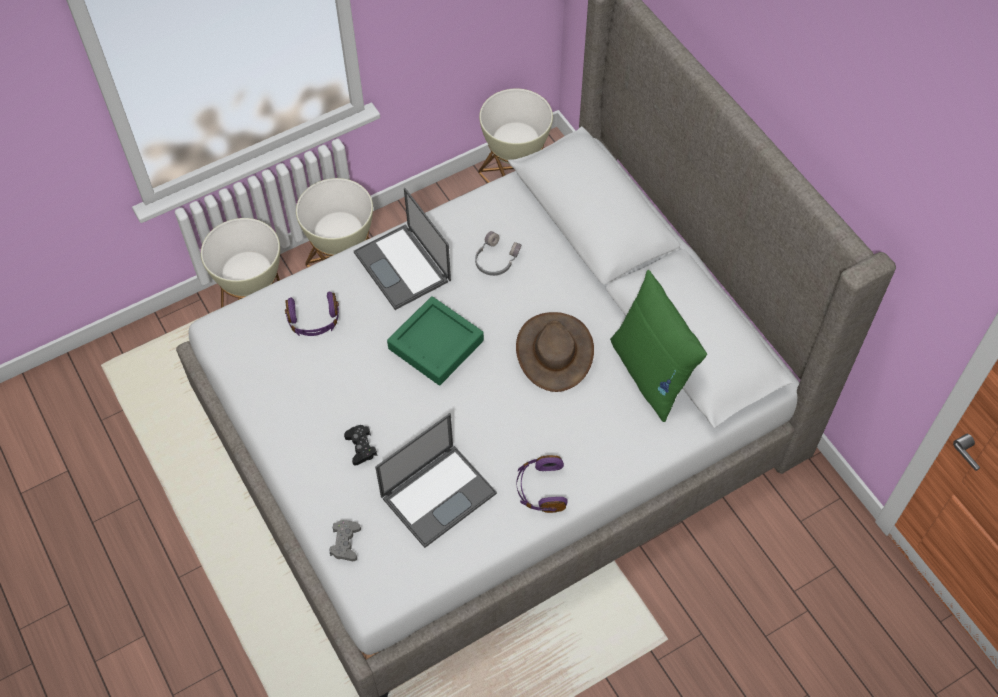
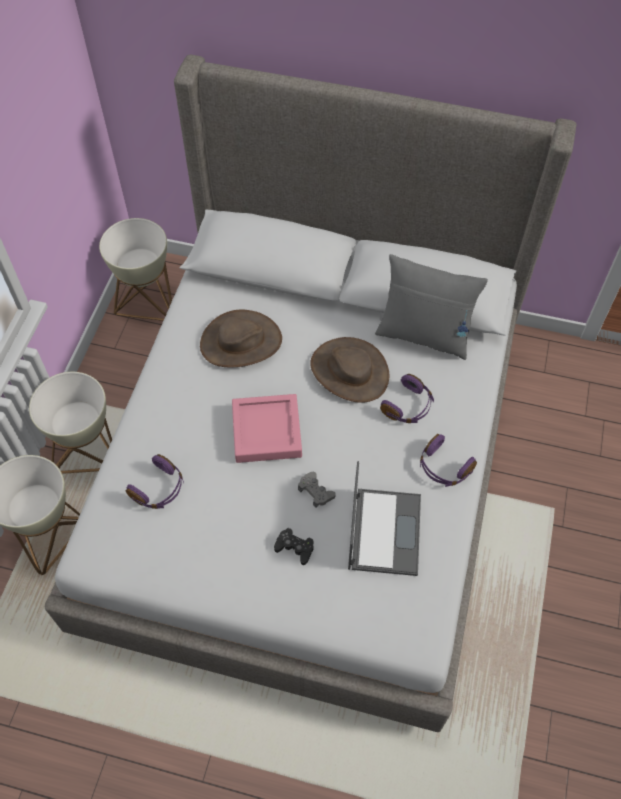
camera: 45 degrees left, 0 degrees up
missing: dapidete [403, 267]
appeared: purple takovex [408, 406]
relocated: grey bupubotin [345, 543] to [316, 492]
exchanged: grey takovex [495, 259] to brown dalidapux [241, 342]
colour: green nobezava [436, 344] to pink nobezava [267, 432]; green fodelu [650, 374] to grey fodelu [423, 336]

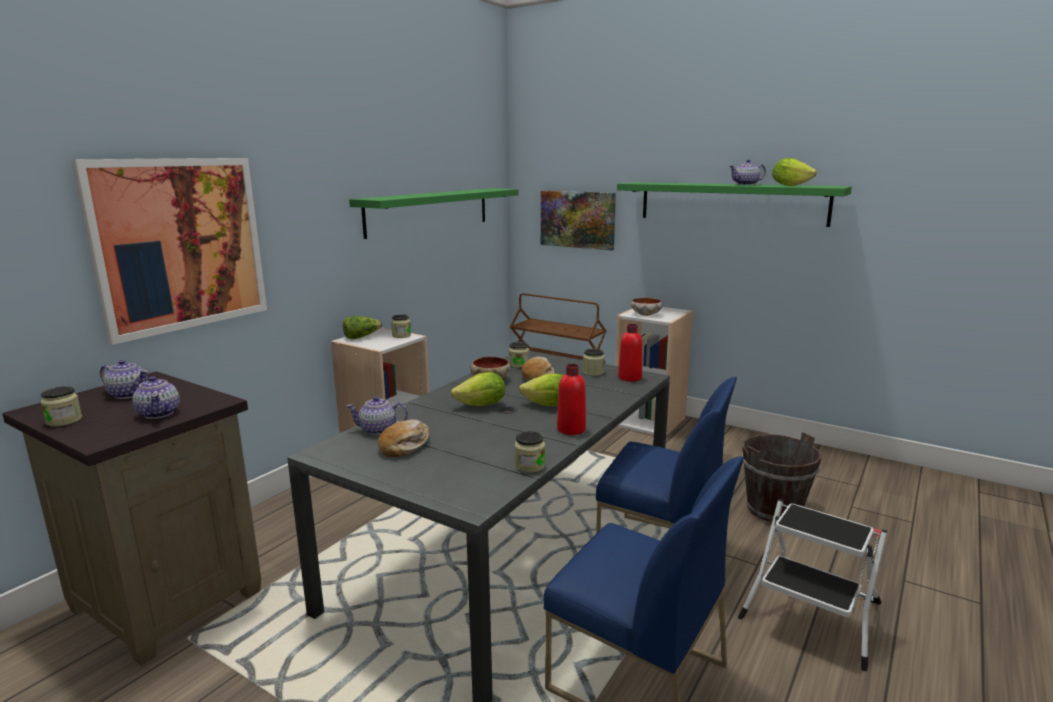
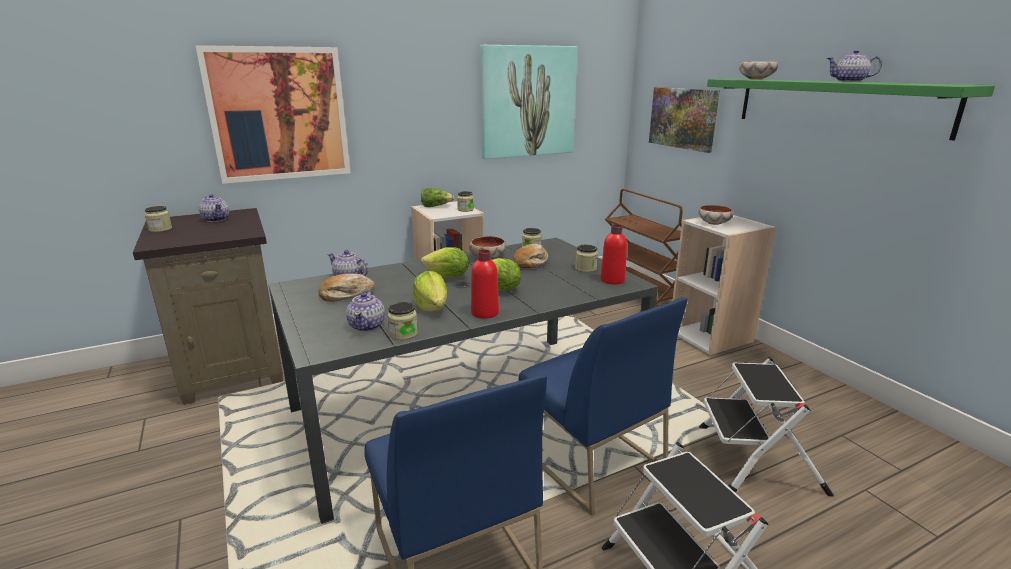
camera: 30 degrees right, 5 degrees up
appeared: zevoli [756, 79]
relocated: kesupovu [159, 413] to [367, 326]; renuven [790, 185] to [432, 307]
exchanged: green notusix [429, 211] to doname [527, 102]; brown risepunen [774, 510] to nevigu [757, 460]

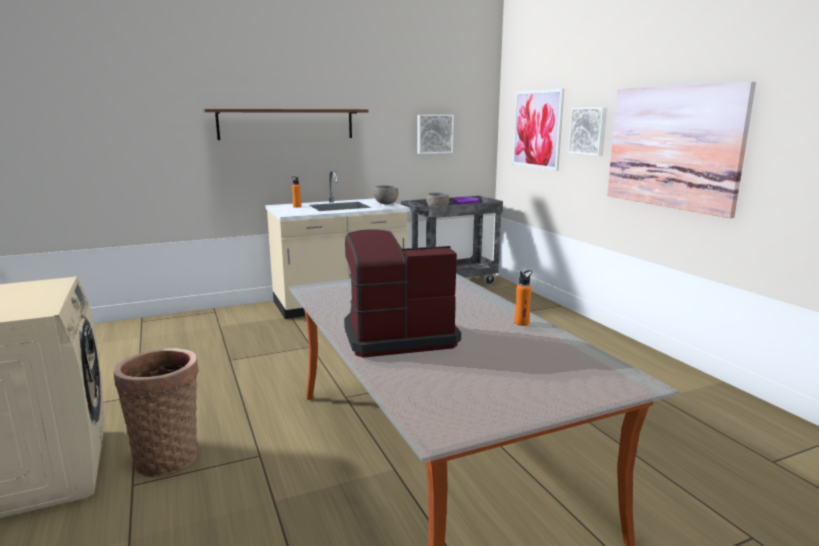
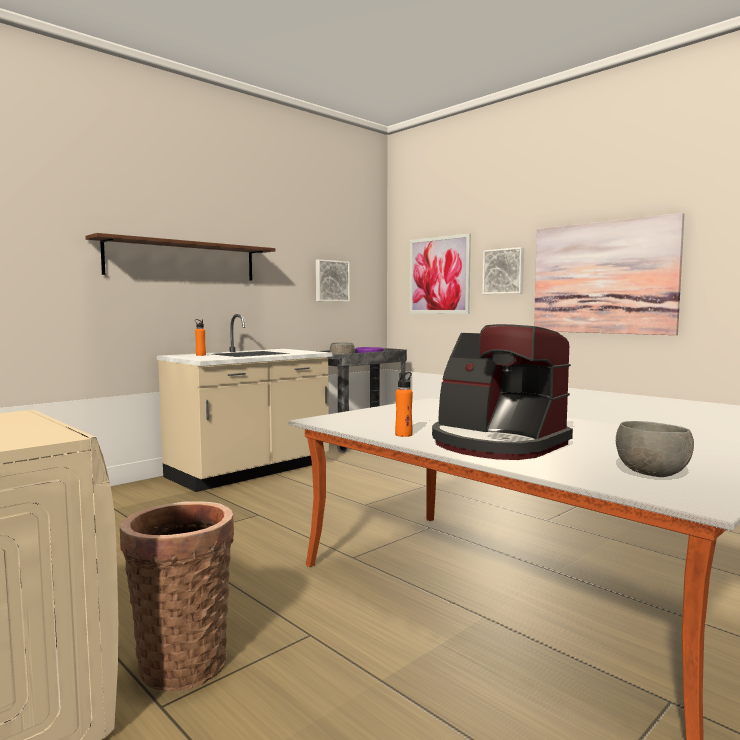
camera: 20 degrees left, 10 degrees down
relocated: grey zevoli [386, 204] to [653, 474]; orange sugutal [522, 323] to [403, 435]
spun: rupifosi [397, 336] = [496, 444] 105 degrees counterclockwise

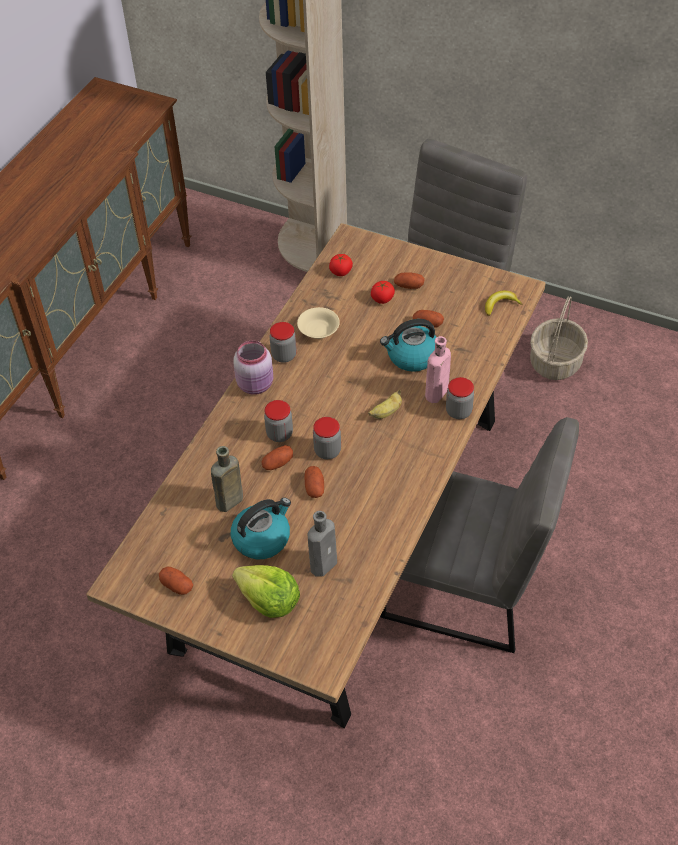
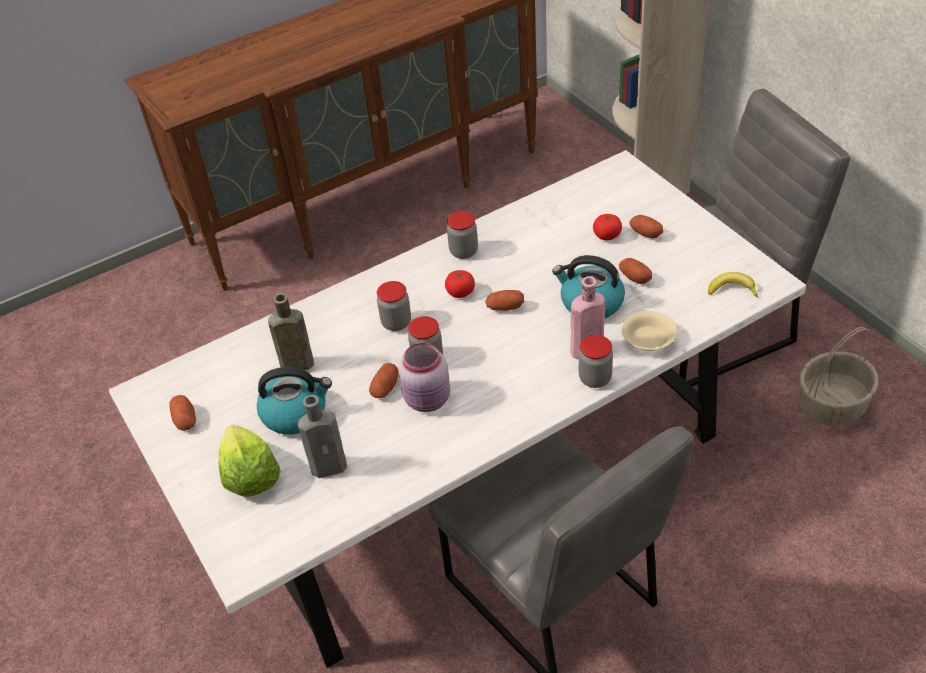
camera: 35 degrees right, 5 degrees down
missing: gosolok [386, 413]
relocated: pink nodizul [256, 385] to [428, 400]; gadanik [277, 463] to [505, 307]; beige zevoli [319, 330] to [648, 340]; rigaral [341, 272] to [460, 292]
colour: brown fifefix [343, 529] to white fifefix [476, 471]

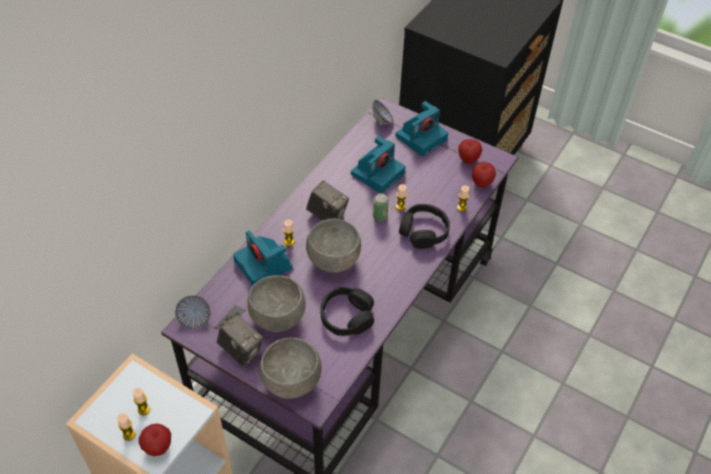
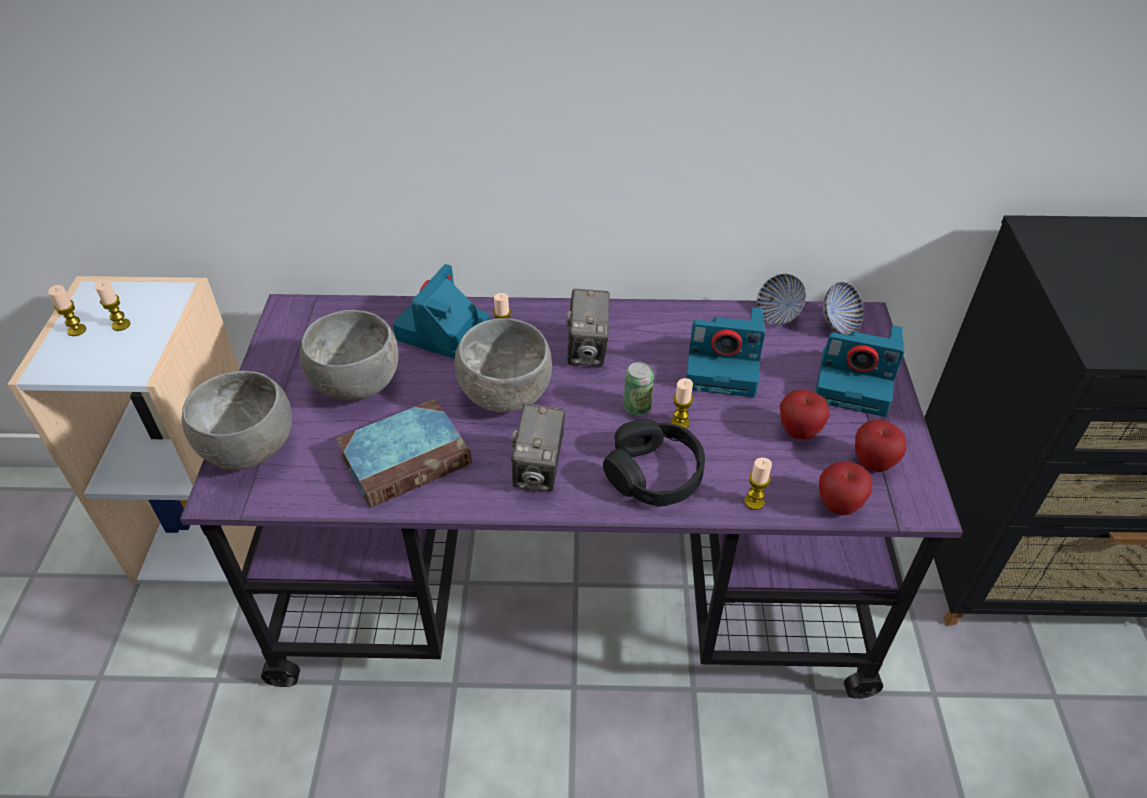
camera: 60 degrees right, 5 degrees down
relocated: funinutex [158, 448] to [798, 432]; zevoli [194, 319] to [778, 315]; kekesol [241, 350] to [539, 470]
exchanged: black takovex [347, 317] to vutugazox [407, 457]

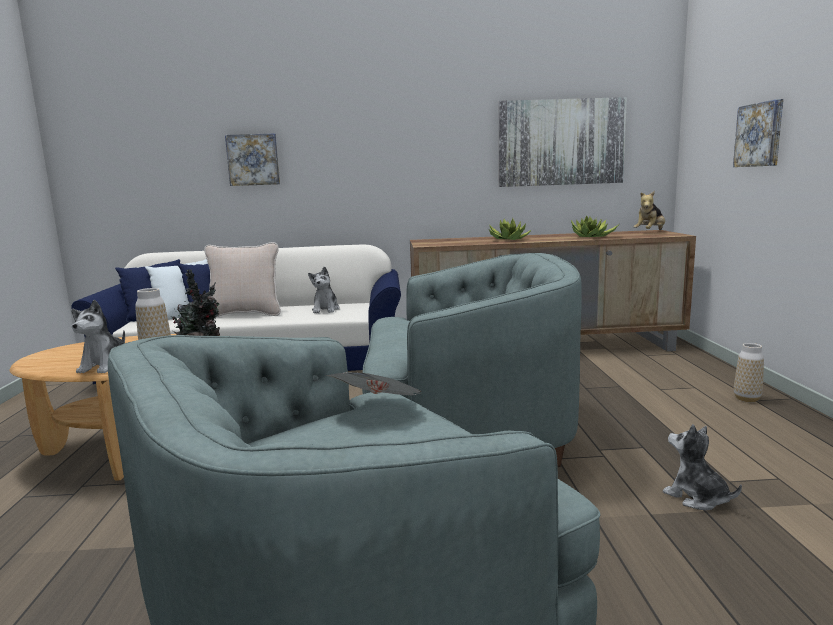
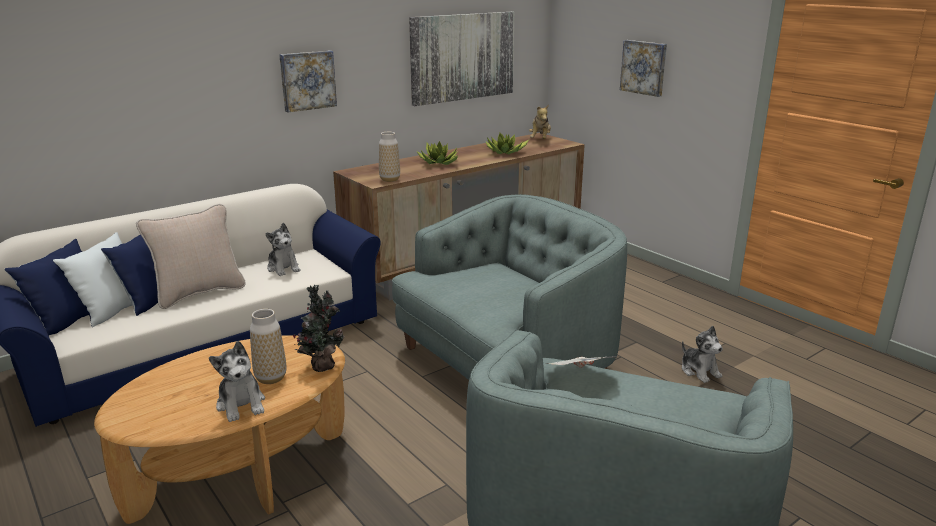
camera: 35 degrees left, 10 degrees up
relocated: doname [253, 160] to [307, 80]; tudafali [747, 399] to [390, 179]
spun: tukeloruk [696, 497] = [699, 371] 135 degrees counterclockwise

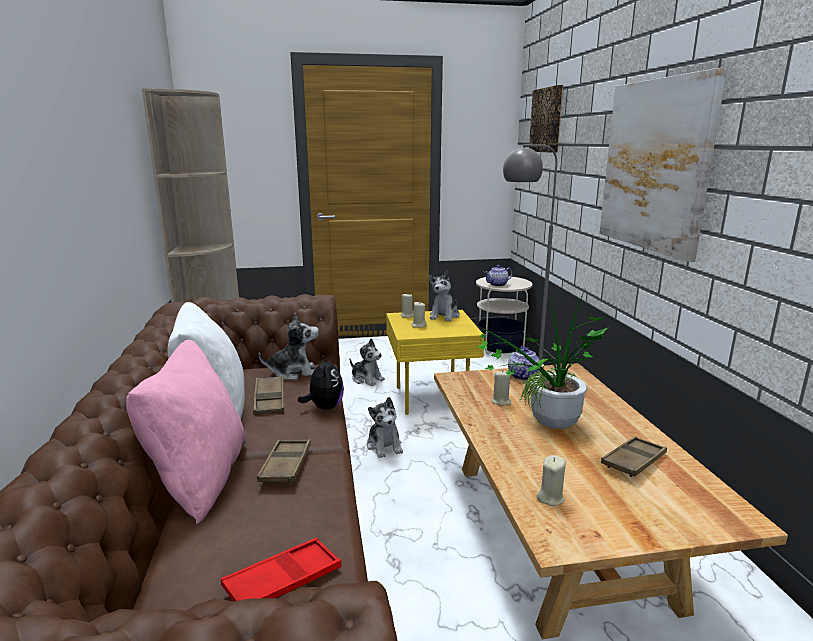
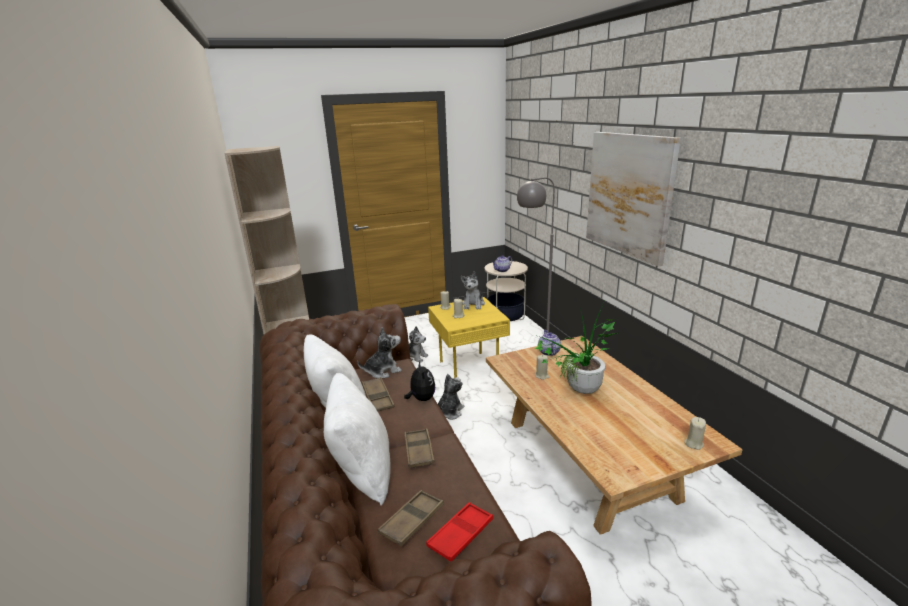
camera: 10 degrees left, 5 degrees up
missing: doname [547, 120]
relocated: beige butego [550, 497] to [693, 443]; brown nobezava [633, 461] to [412, 521]
colour: pink fodelu [199, 479] to white fodelu [362, 471]
spun: tukeloruk [384, 446] = [449, 412] 120 degrees counterclockwise

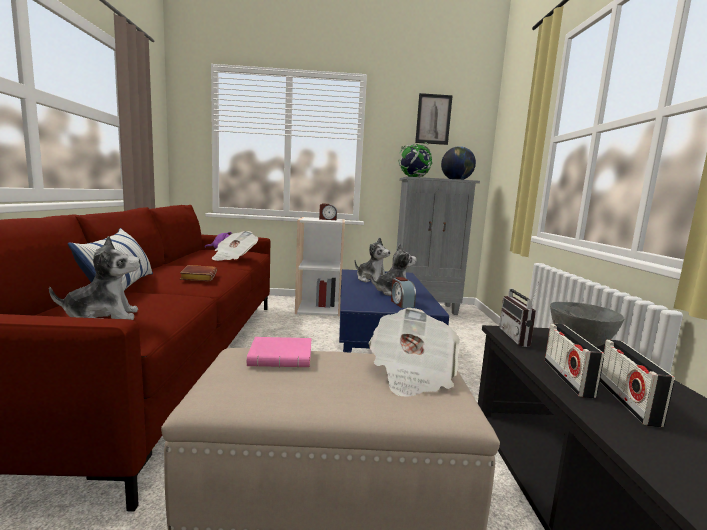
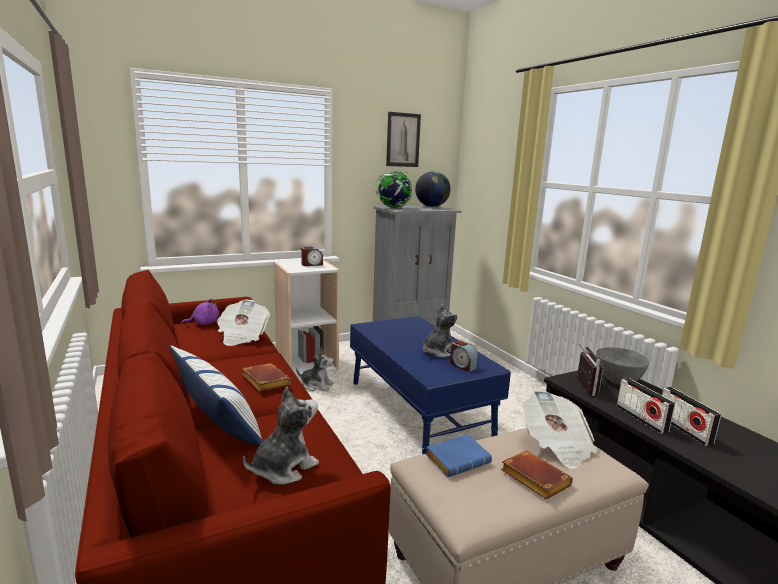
camera: 25 degrees left, 5 degrees up
appeared: brown vutugazox [532, 479]
relocated: tukeloruk [372, 280] to [316, 385]
colour: pink vutugazox [282, 358] to blue vutugazox [458, 459]
spun: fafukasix [520, 338] = [581, 386] 150 degrees counterclockwise

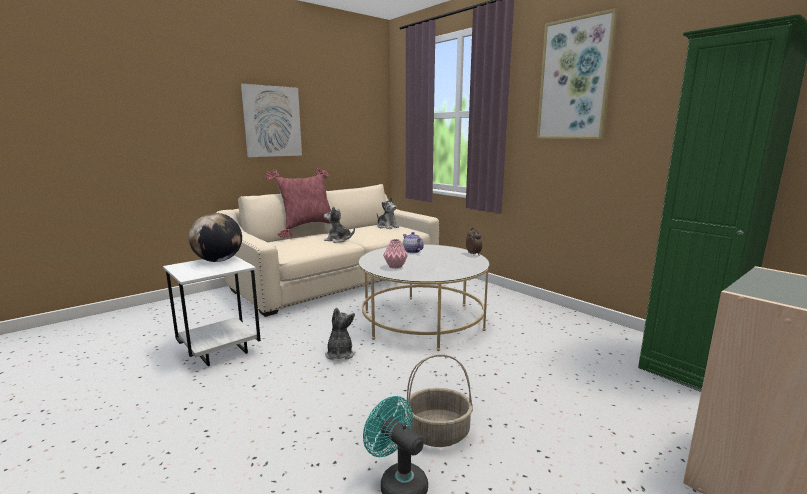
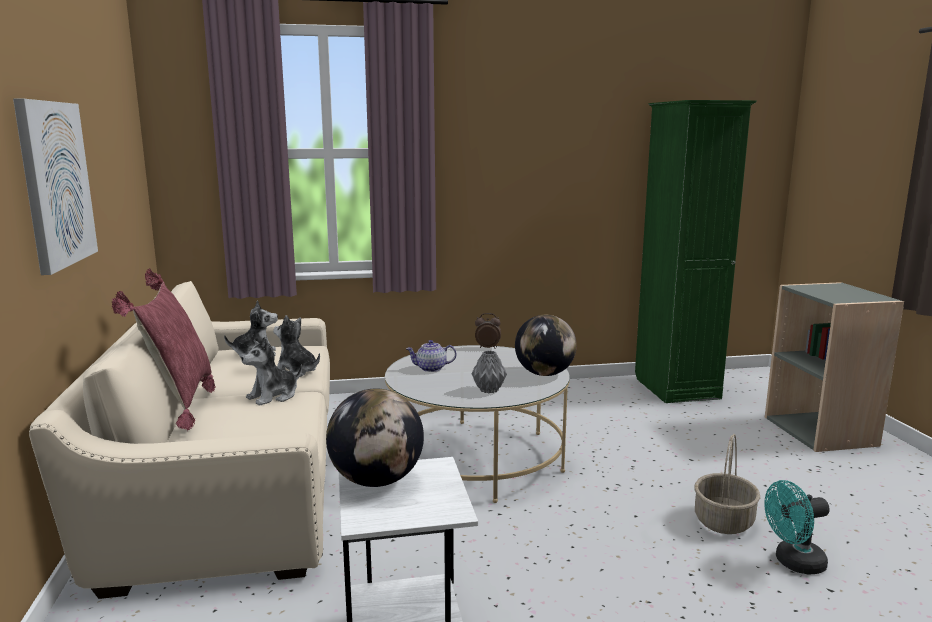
camera: 60 degrees left, 0 degrees up
missing: doname [574, 80]
appeared: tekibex [544, 374]
relocated: tukeloruk [340, 354] to [296, 371]
colour: pink tudafali [395, 267] to grey tudafali [489, 390]

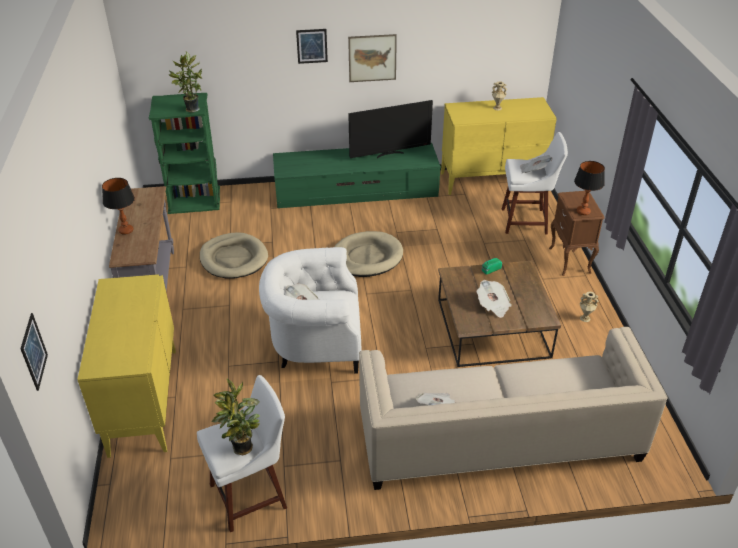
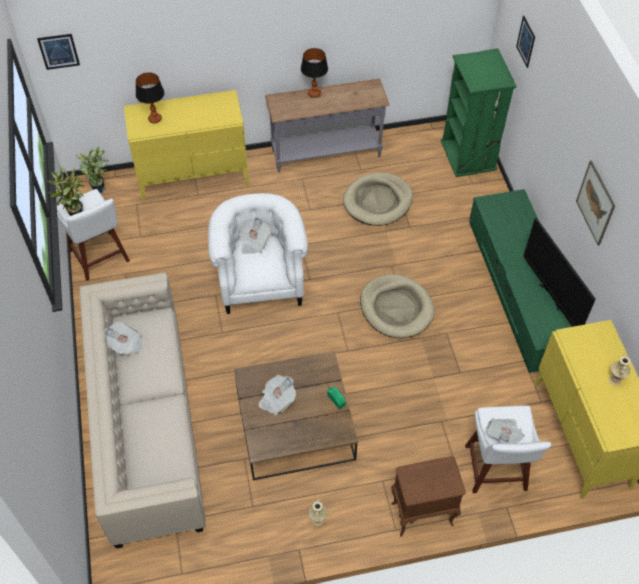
camera: 85 degrees right, 15 degrees up
relocated: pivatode [191, 109] to [99, 188]; doname [312, 46] to [526, 41]; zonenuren [583, 211] to [155, 119]

